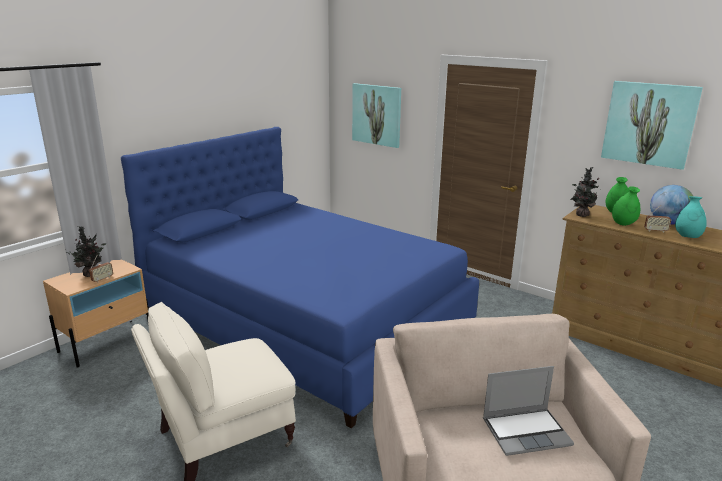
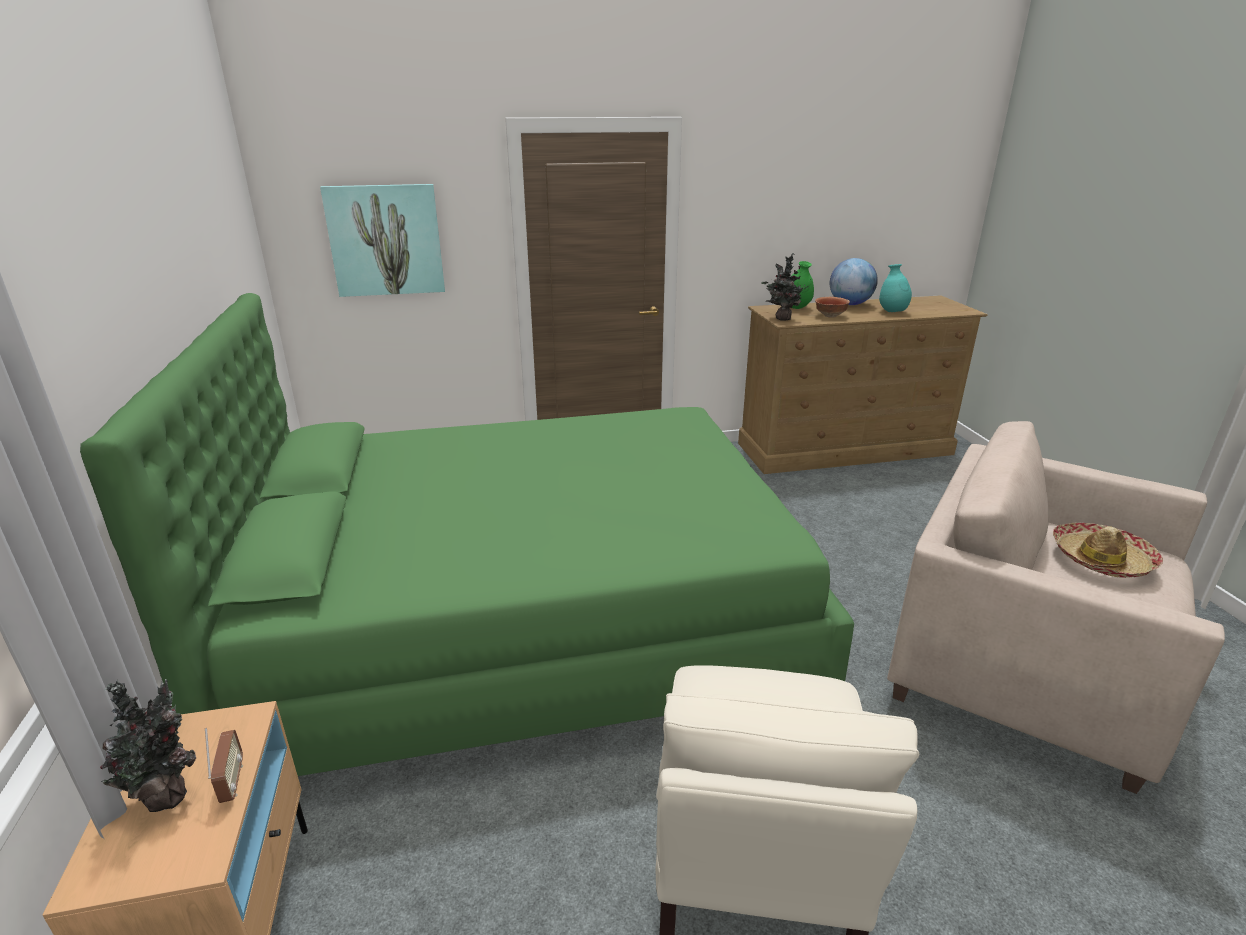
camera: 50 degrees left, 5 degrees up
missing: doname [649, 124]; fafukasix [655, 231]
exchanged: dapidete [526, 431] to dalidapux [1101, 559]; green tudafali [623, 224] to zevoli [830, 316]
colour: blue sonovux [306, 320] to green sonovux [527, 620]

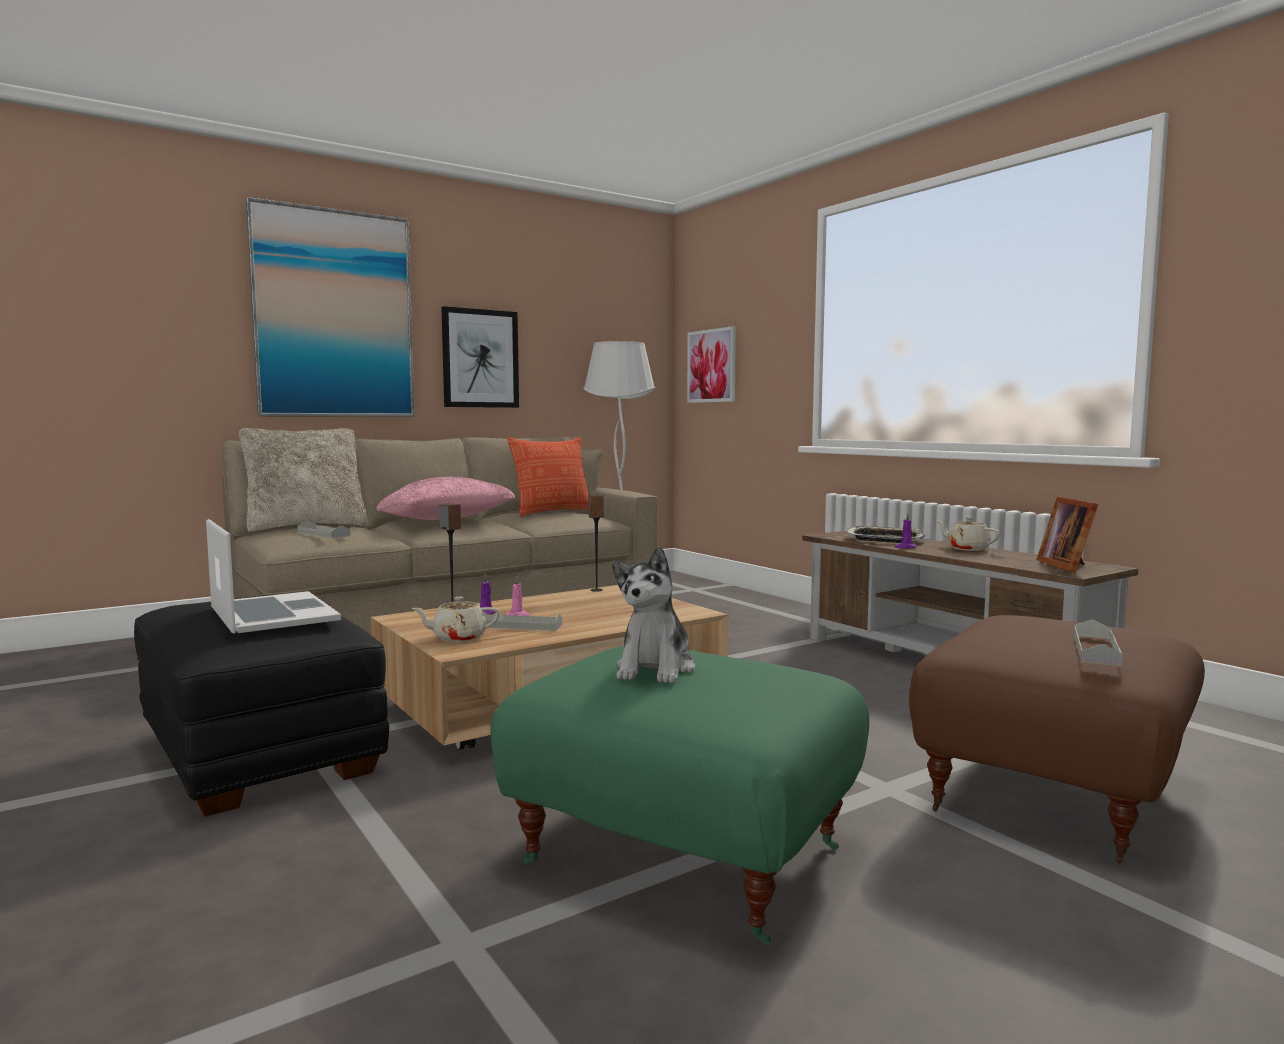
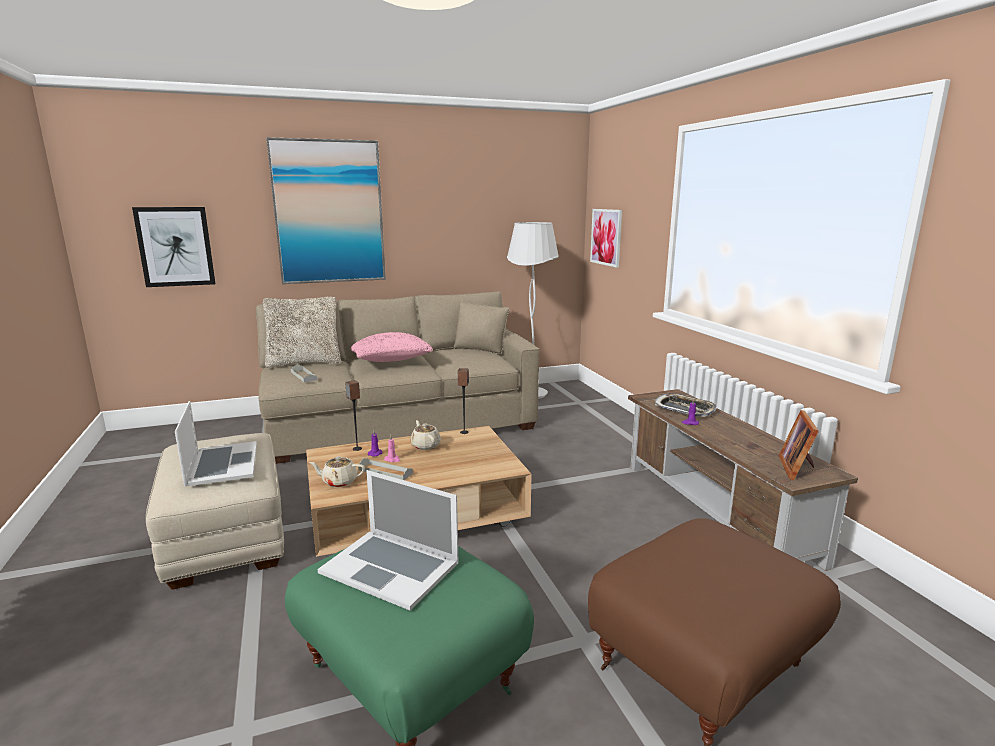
camera: 15 degrees right, 10 degrees up
missing: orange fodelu [552, 513]; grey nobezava [1096, 649]
relocated: doname [480, 358] to [175, 246]; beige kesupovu [966, 549] to [425, 445]
exchanged: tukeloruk [655, 669] to dapidete [390, 567]
colour: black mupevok [260, 754] to beige mupevok [227, 538]

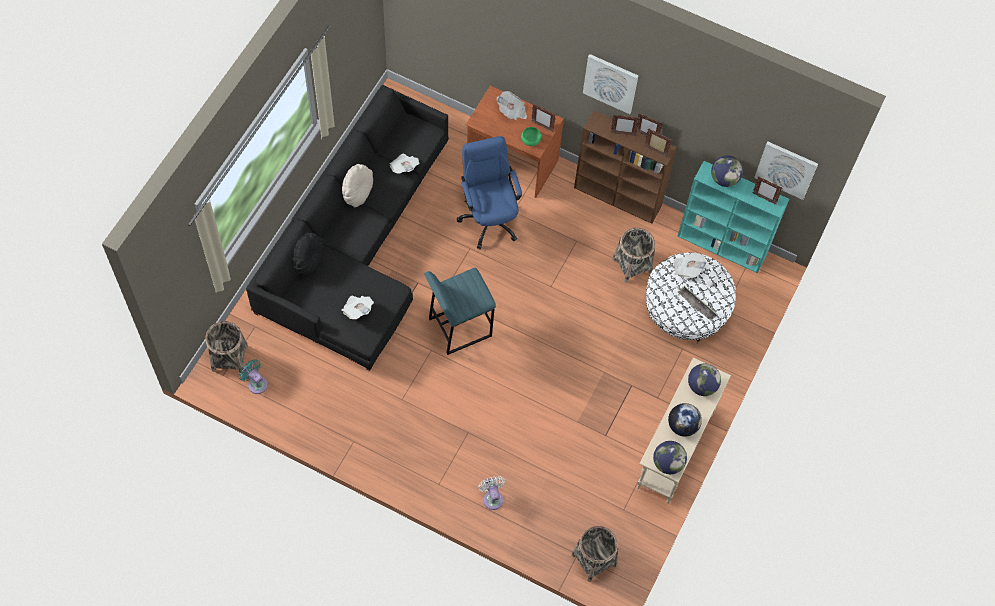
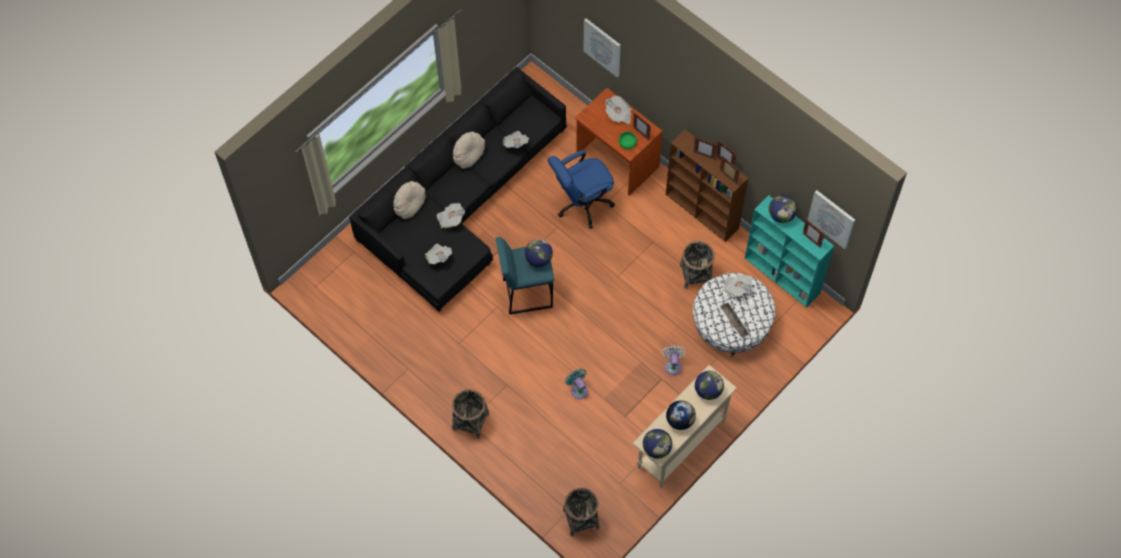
camera: 20 degrees right, 0 degrees up
appeared: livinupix [450, 219]; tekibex [539, 259]
relocated: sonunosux [229, 358] to [470, 421]; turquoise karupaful [256, 383] to [578, 389]; white karupaful [492, 498] to [673, 365]; doname [610, 83] to [602, 47]
colour: black fodelu [309, 263] to beige fodelu [410, 207]
spun: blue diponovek [488, 219] = [581, 205] 120 degrees counterclockwise

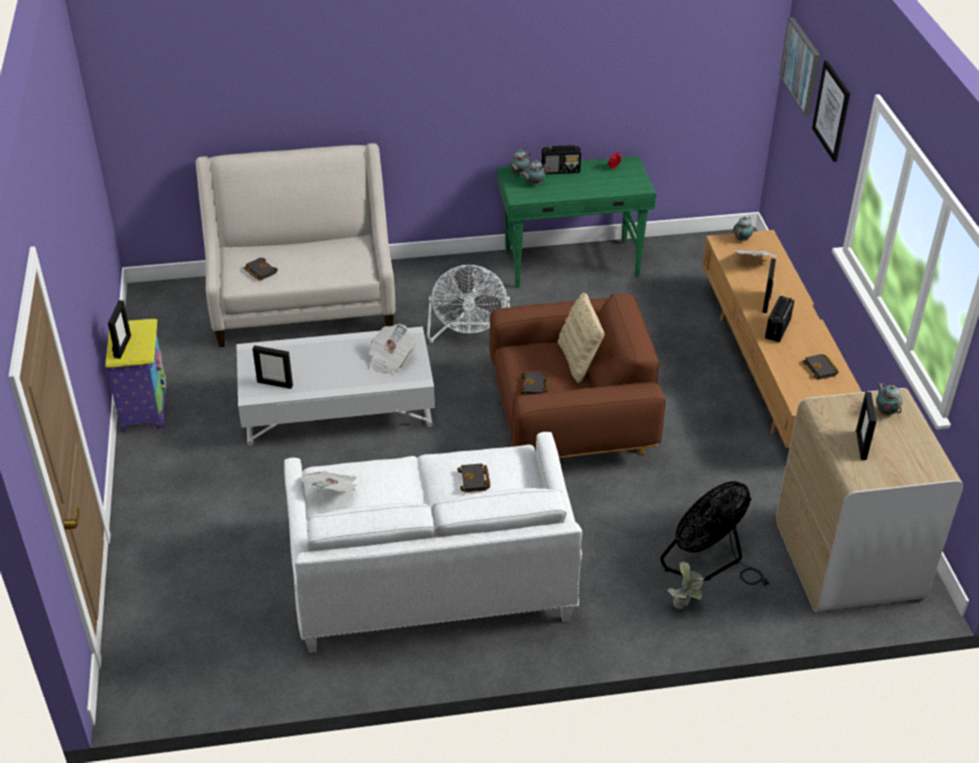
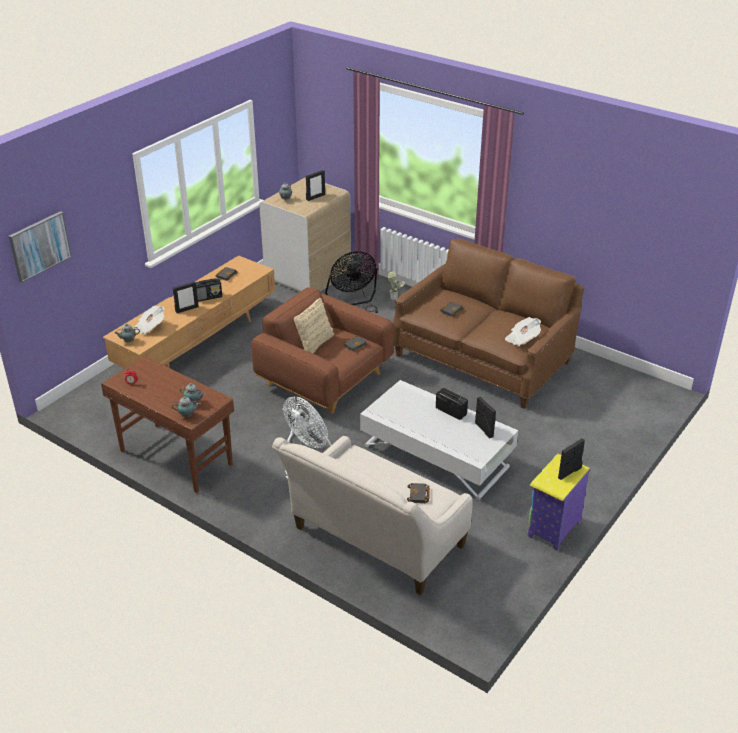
camera: 135 degrees left, 5 degrees down
missing: livinupix [390, 360]; doname [831, 111]
relocated: fafukasix [561, 170] to [450, 411]
colour: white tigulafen [431, 579] to brown tigulafen [483, 358]; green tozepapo [572, 264] to brown tozepapo [175, 458]
spun: black karupaful [716, 561] = [357, 300] 150 degrees clockwise

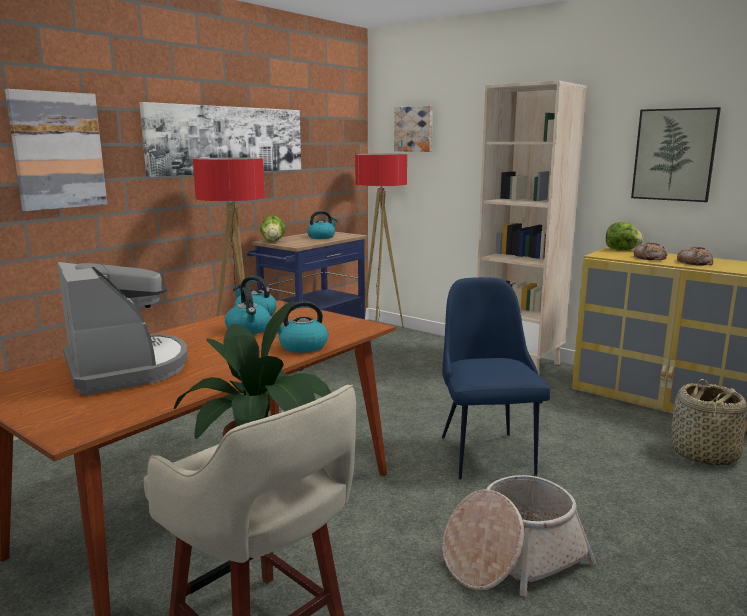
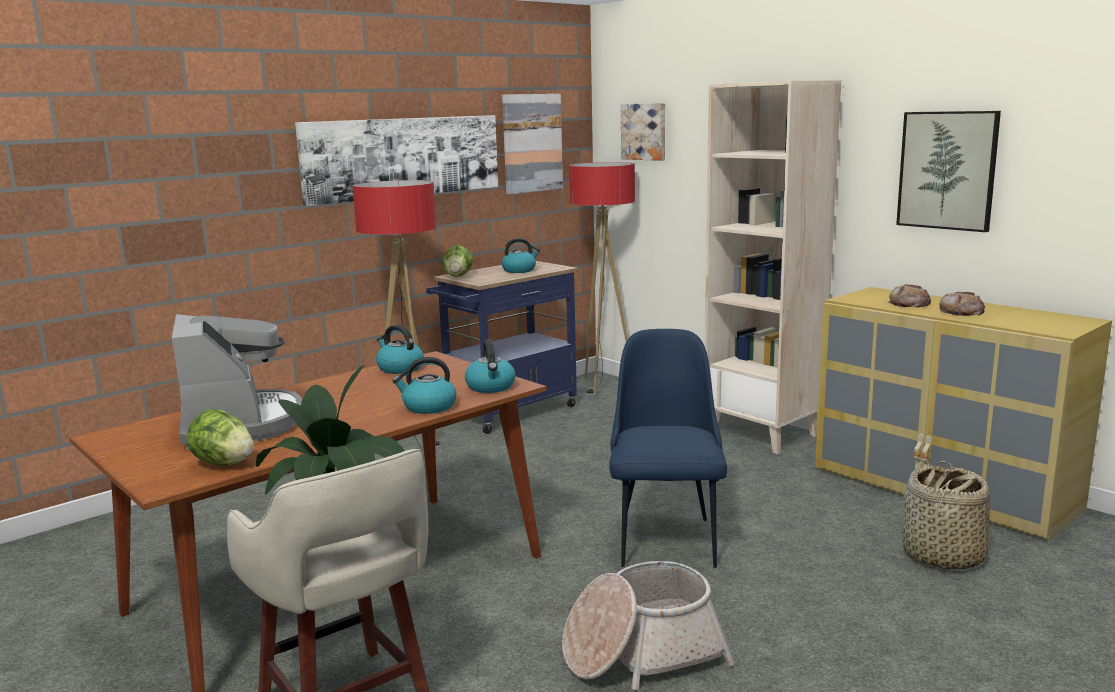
camera: 10 degrees right, 0 degrees up
relocated: doname [58, 150] to [531, 143]; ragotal [249, 330] to [491, 387]; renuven [622, 249] to [224, 463]

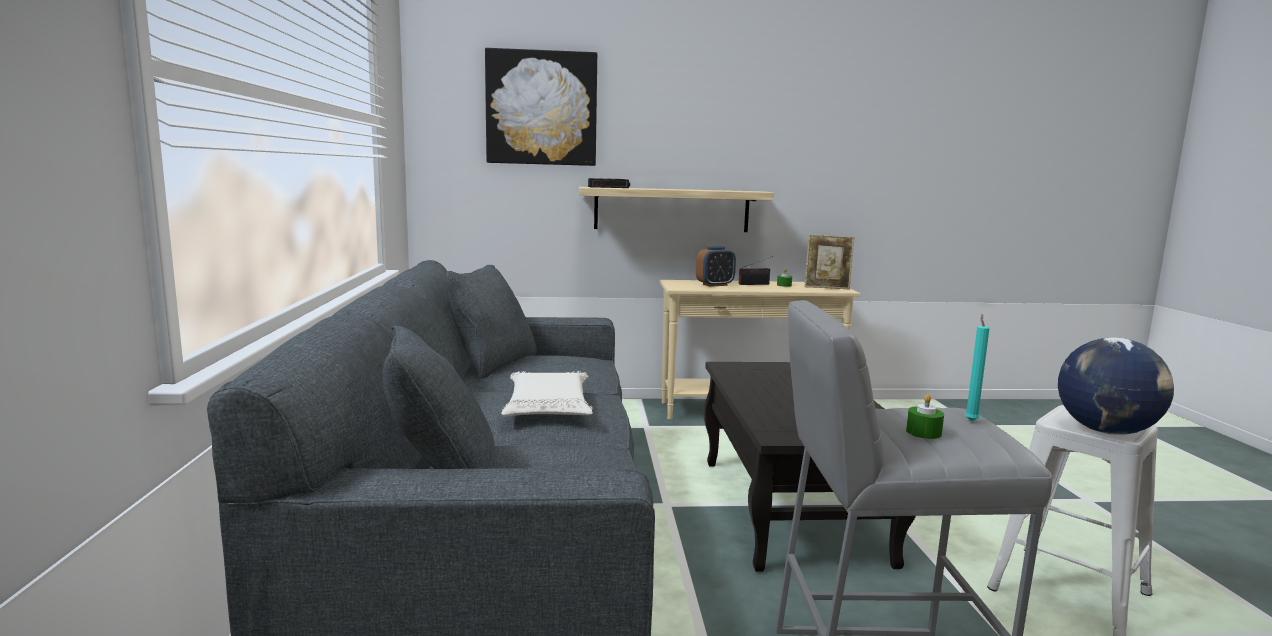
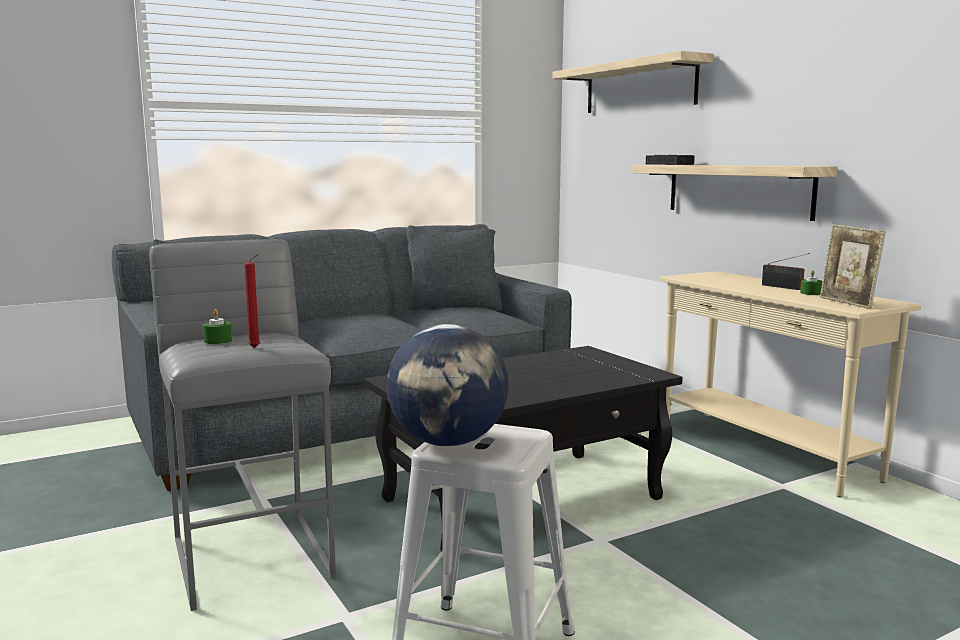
camera: 65 degrees right, 0 degrees up
missing: white fodelu [548, 403]; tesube [715, 285]
exchanged: doname [541, 108] to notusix [639, 86]
colour: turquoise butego [971, 420] to red butego [256, 348]

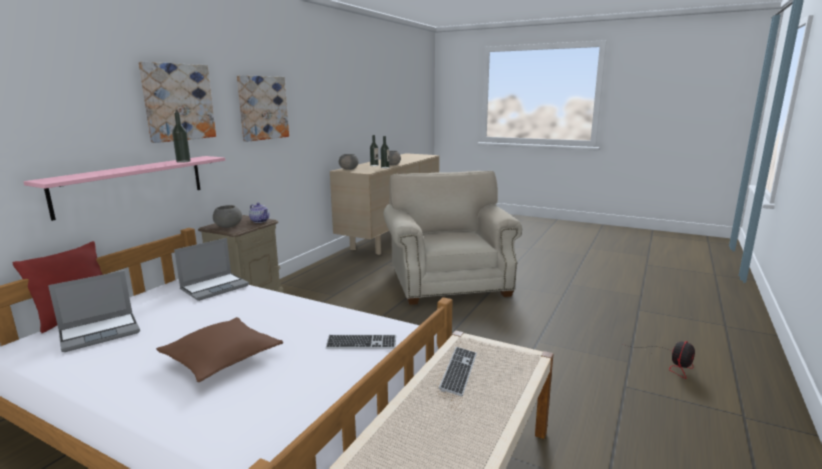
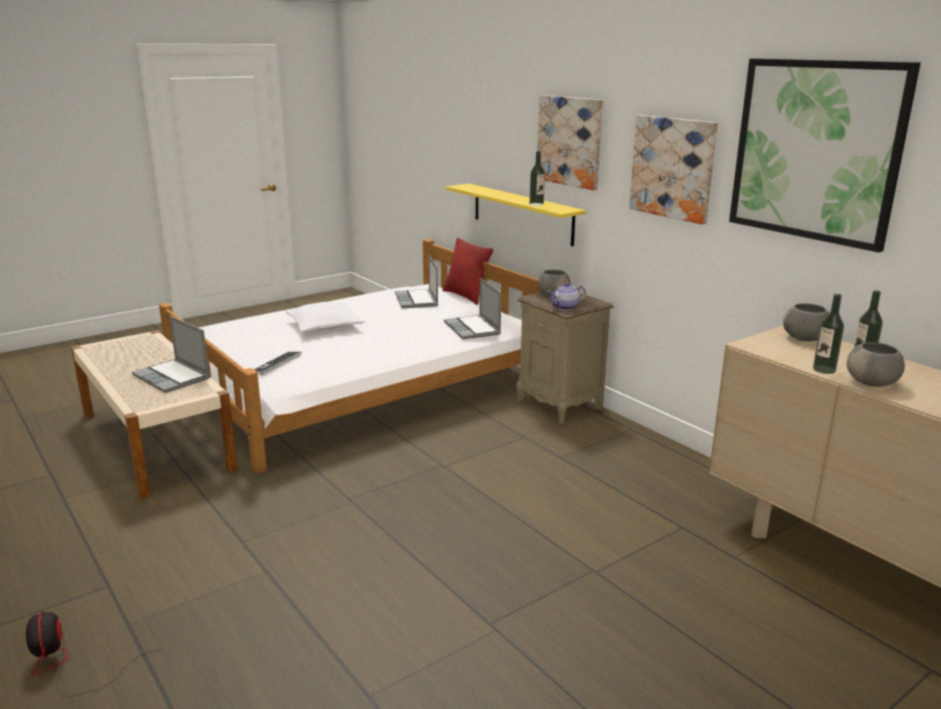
camera: 115 degrees right, 5 degrees up
missing: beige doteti [448, 280]
appeared: doname [816, 151]
exchanged: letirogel [458, 372] to dapidete [173, 377]
colour: pink notusix [132, 185] to yellow notusix [522, 213]; brown fodelu [222, 358] to white fodelu [324, 326]

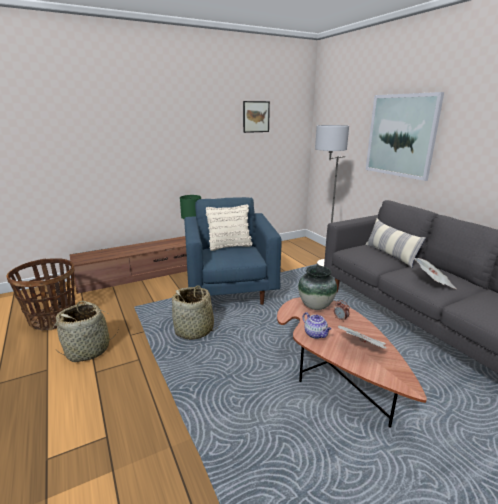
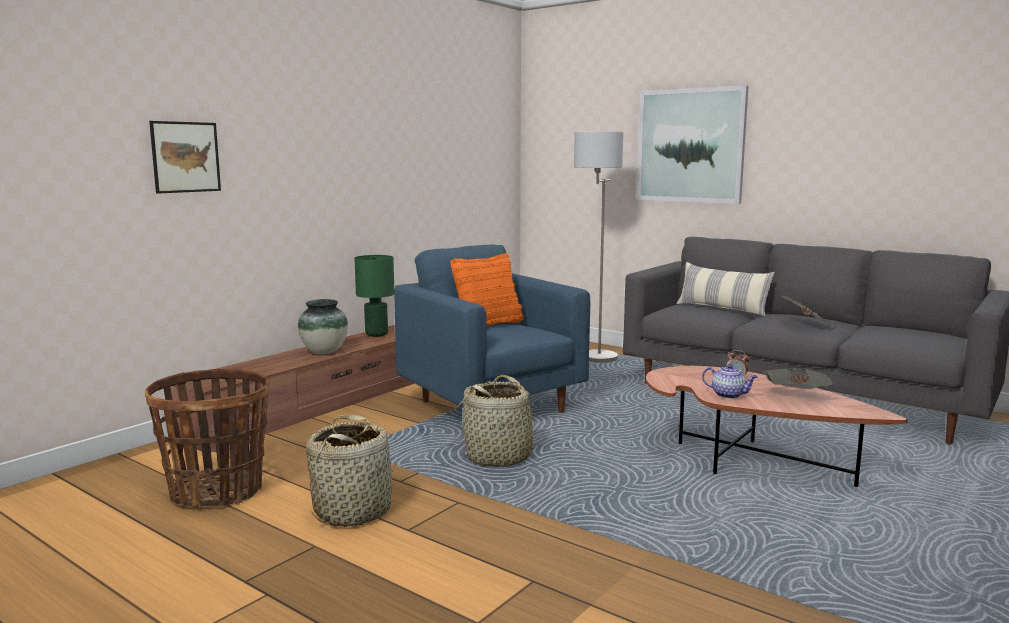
camera: 25 degrees left, 10 degrees down
relocated: doname [256, 116] to [185, 157]; tudafali [315, 306] to [324, 352]
colour: beige fodelu [229, 246] to orange fodelu [488, 326]

